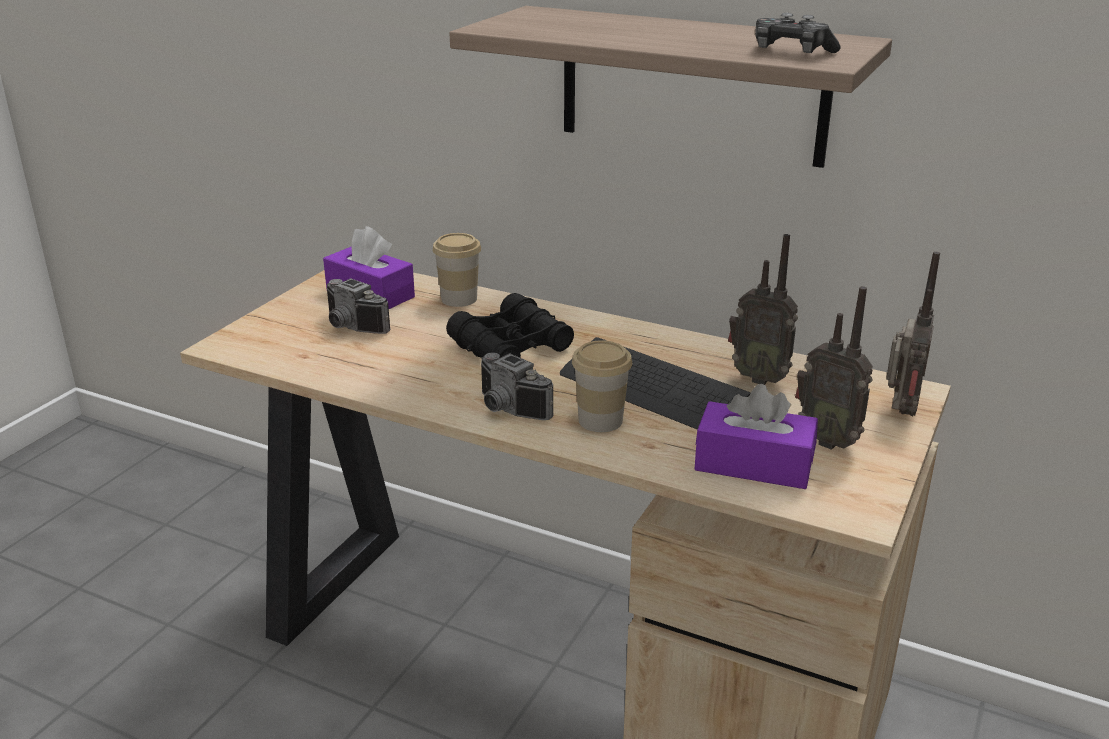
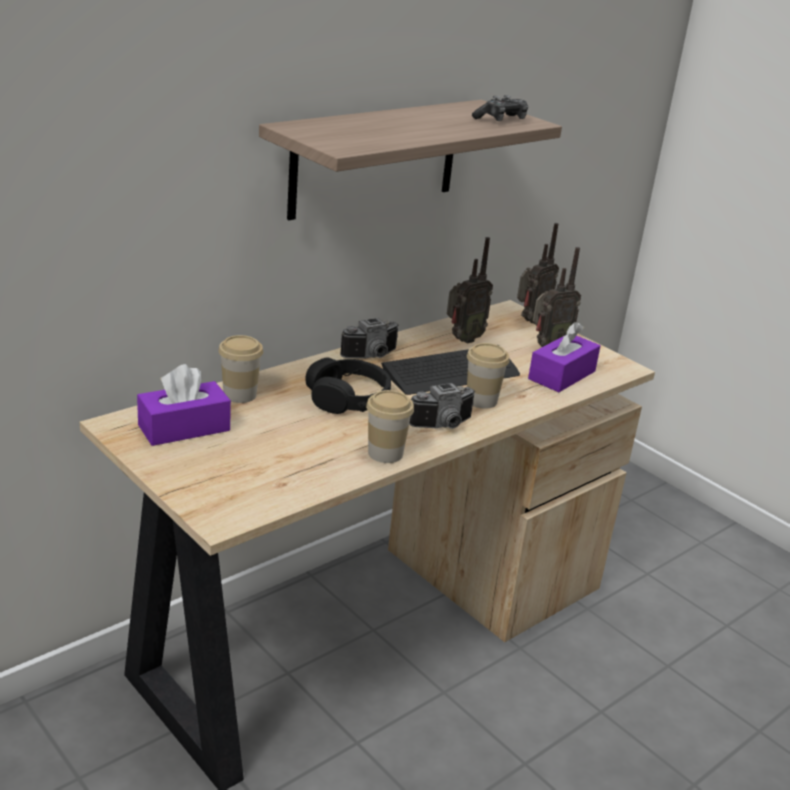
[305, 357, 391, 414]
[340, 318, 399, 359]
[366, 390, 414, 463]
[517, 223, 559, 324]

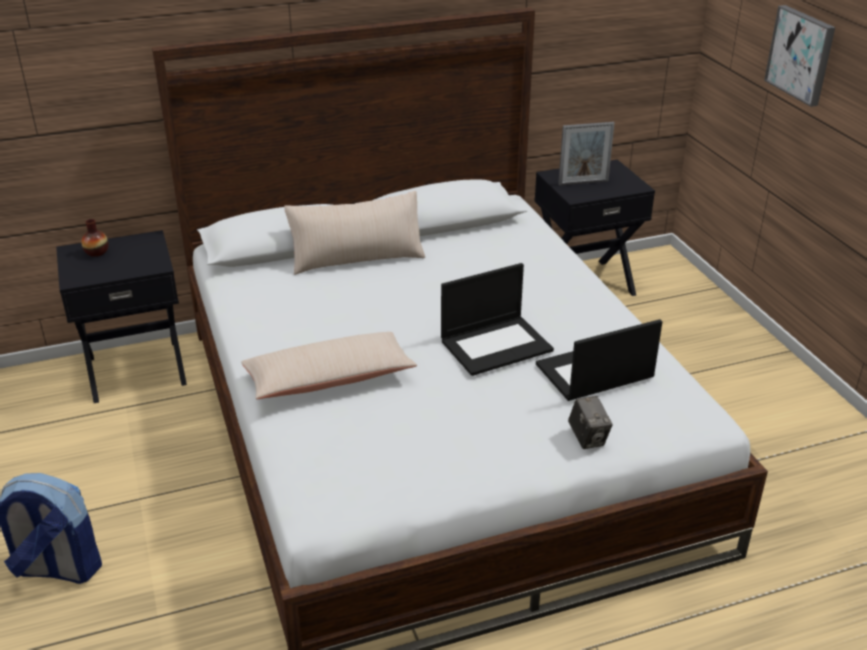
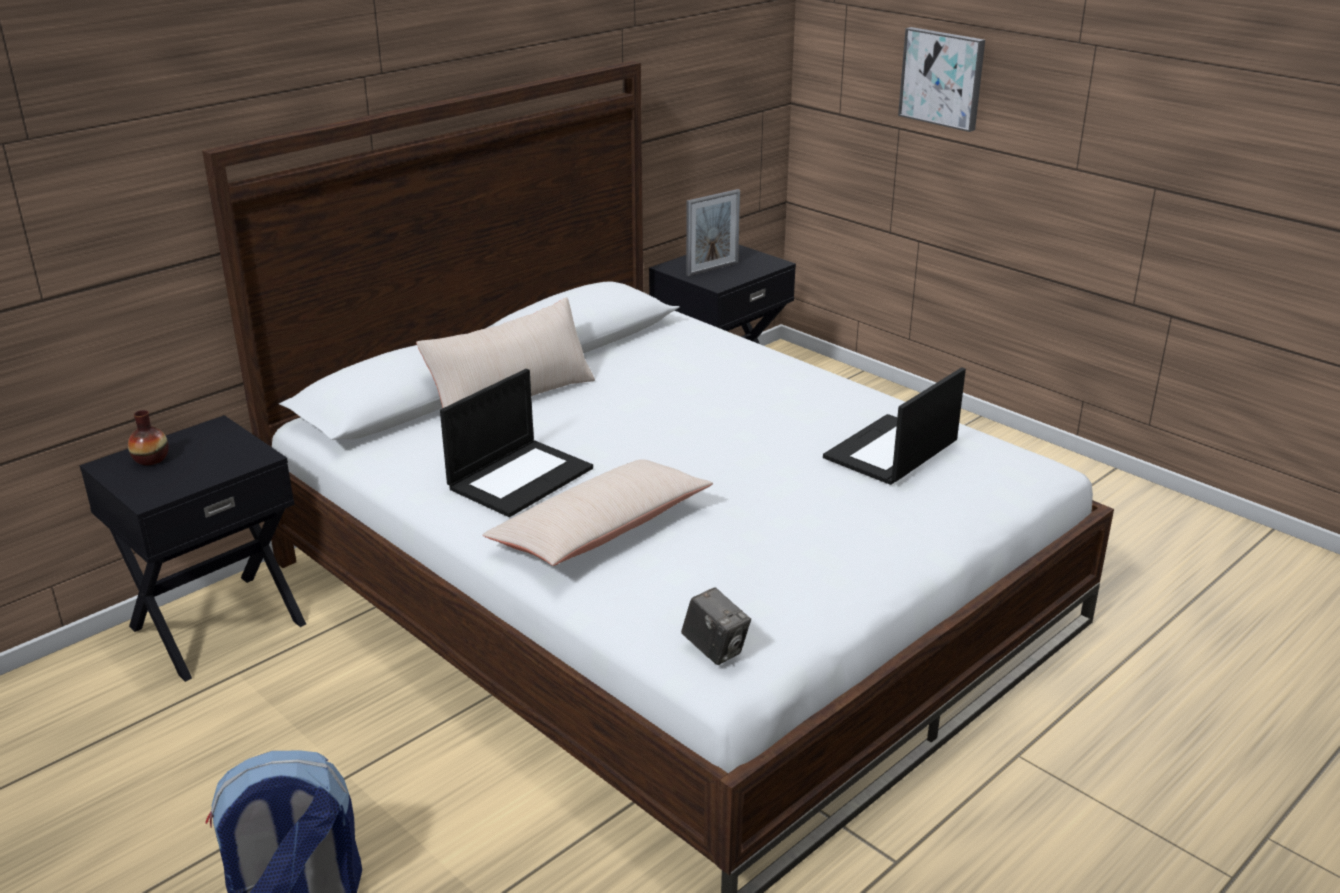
[440, 369, 593, 517]
[681, 587, 751, 665]

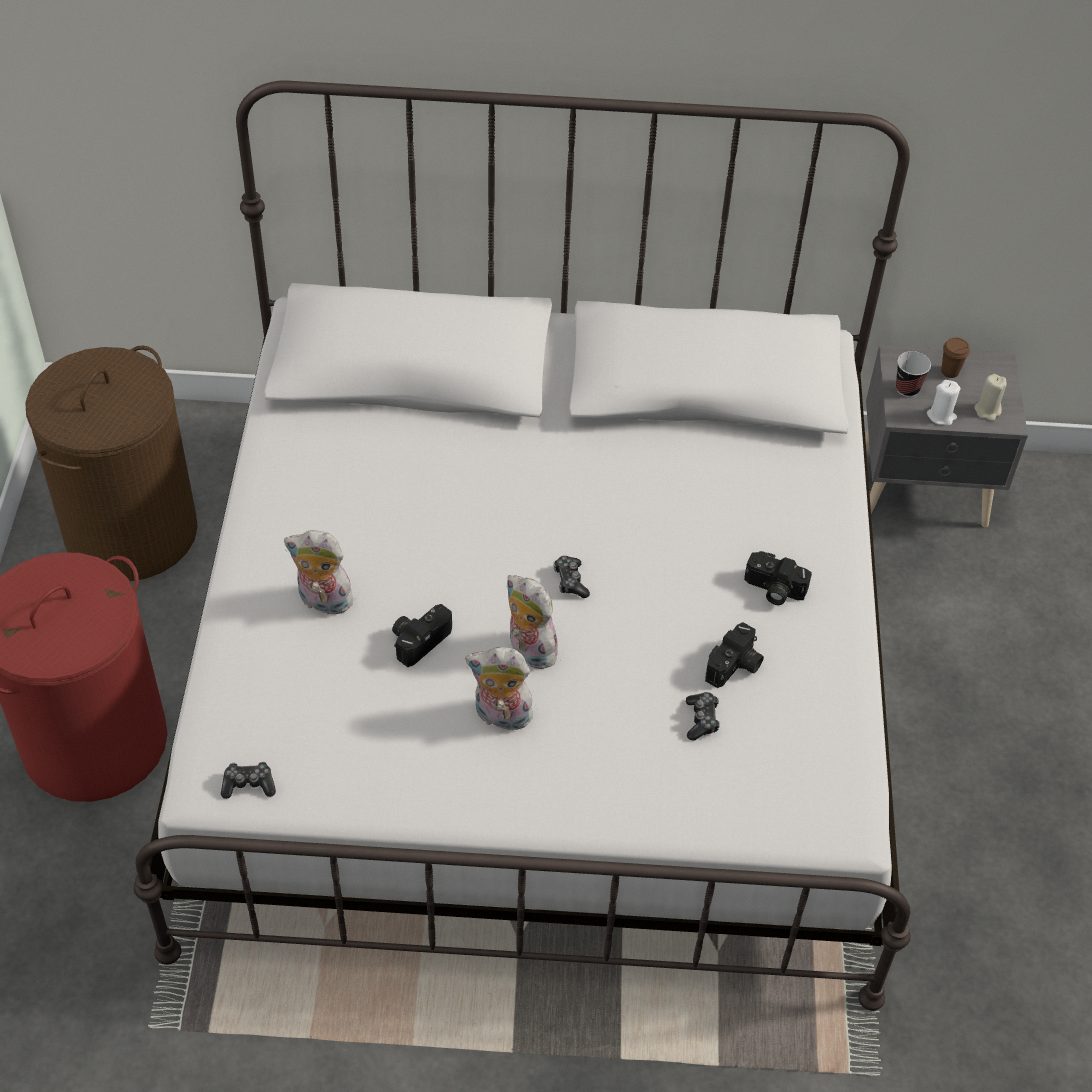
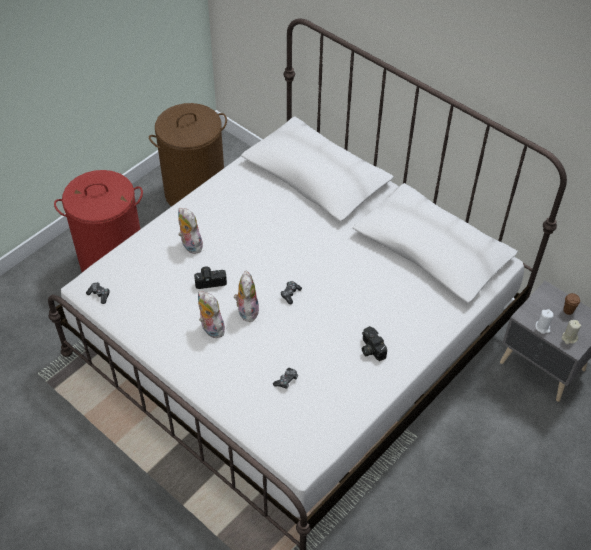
[705, 622, 764, 688] (first image)
[896, 351, 931, 397] (first image)

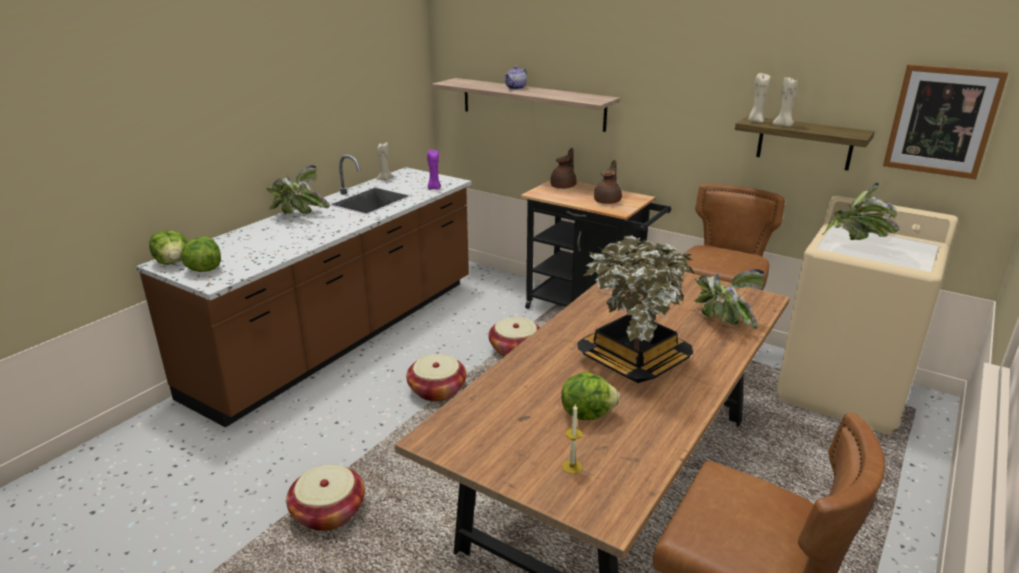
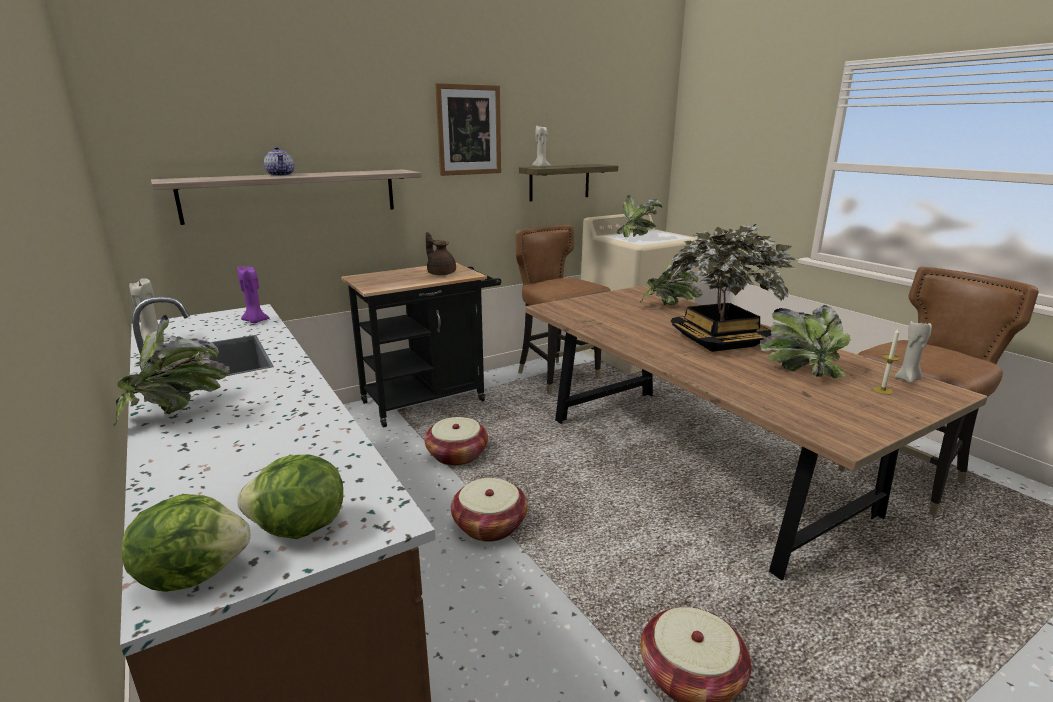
[435, 83, 501, 176]
[760, 305, 851, 378]
[895, 321, 932, 383]
[550, 148, 577, 189] (first image)

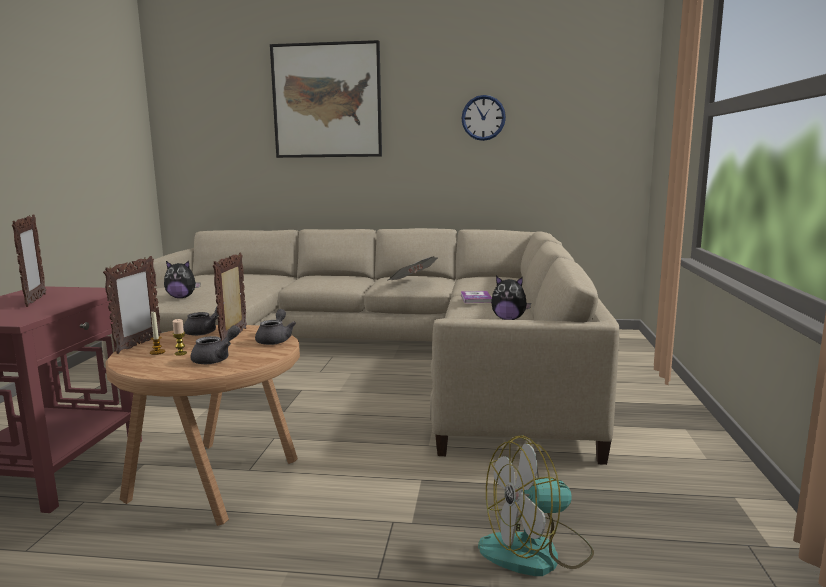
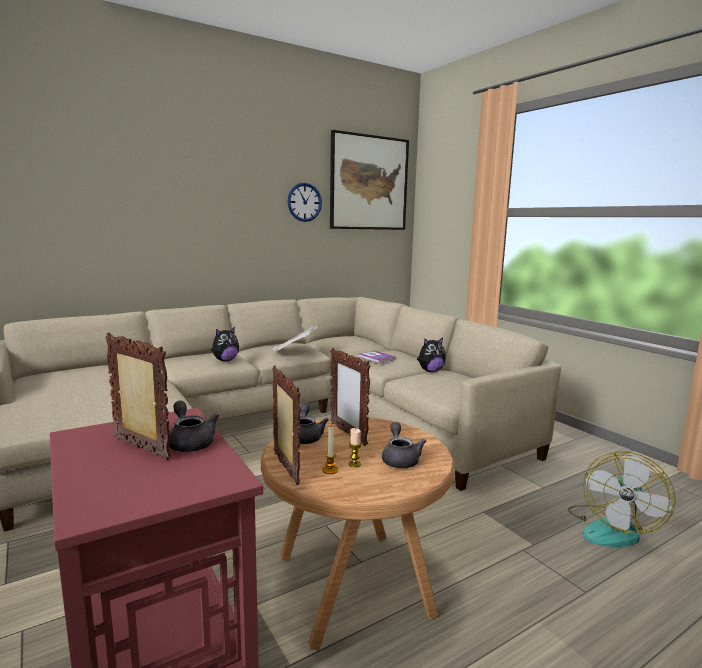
[169, 401, 219, 452]
[211, 327, 239, 361]
[330, 130, 409, 230]

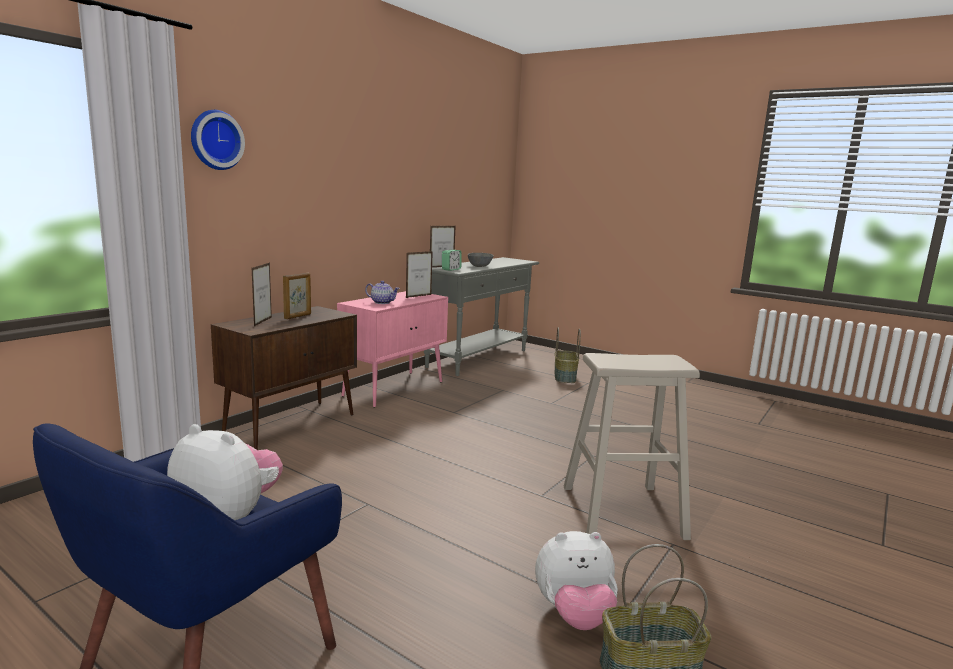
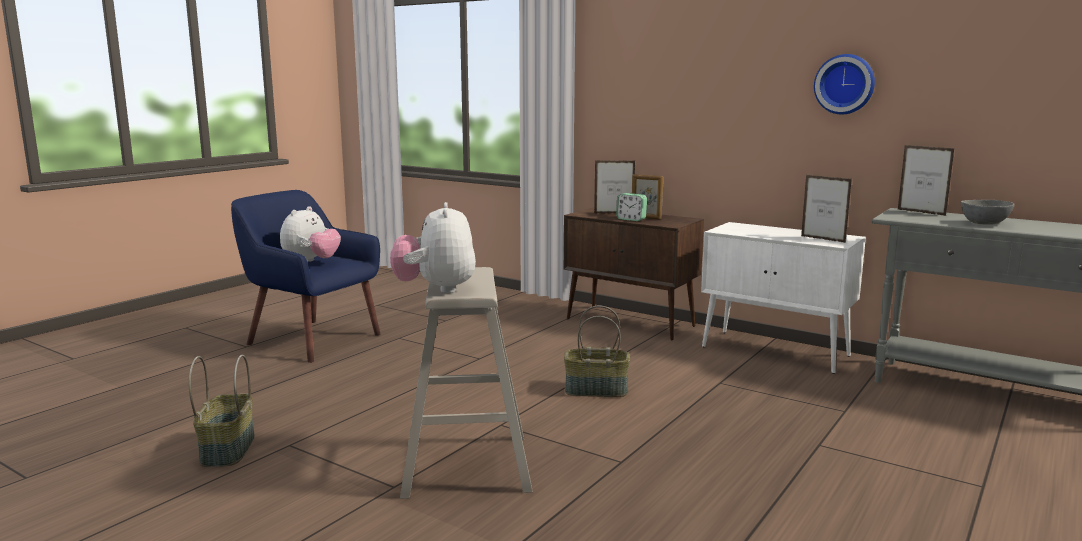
[390, 202, 476, 293]
[564, 306, 630, 397]
[616, 193, 647, 221]
[701, 222, 866, 374]
[814, 54, 875, 114]
[365, 281, 400, 304] (first image)

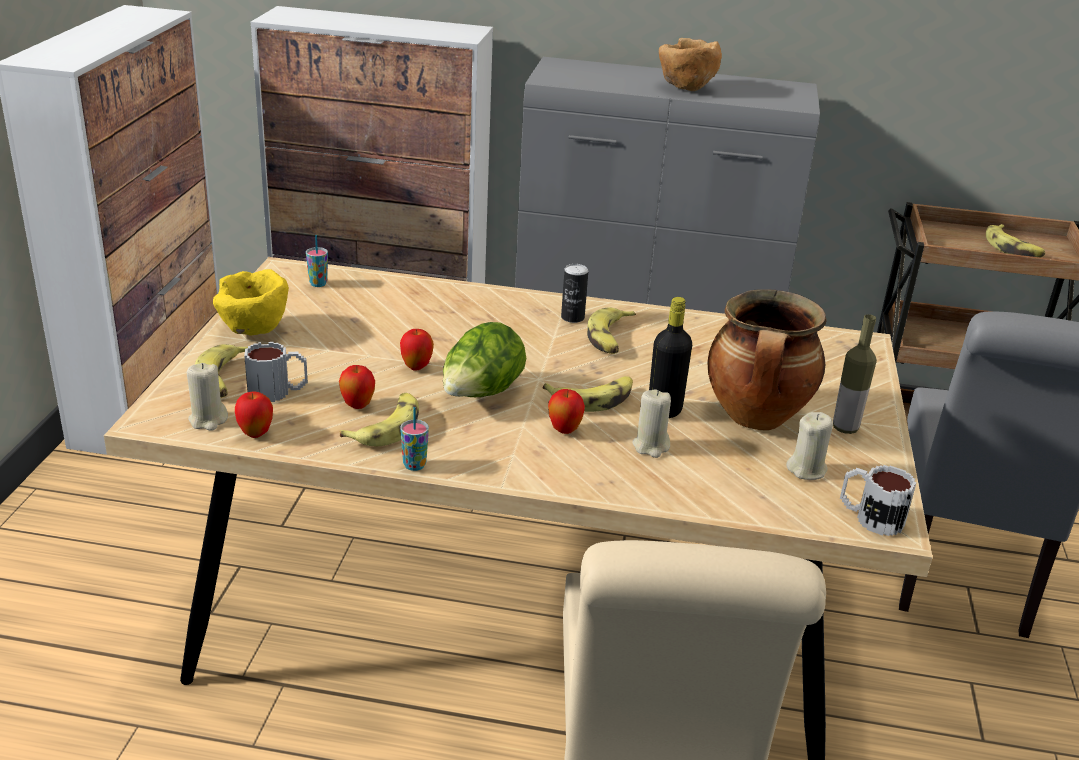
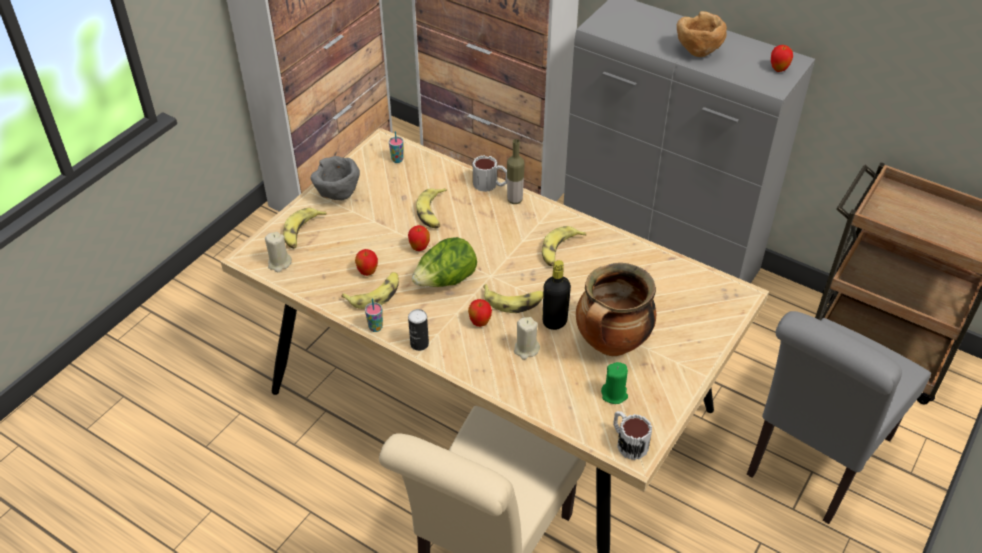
[310, 156, 360, 200]
[408, 309, 429, 351]
[416, 188, 447, 228]
[473, 155, 507, 192]
[507, 139, 525, 204]
[601, 362, 628, 404]
[771, 45, 793, 72]

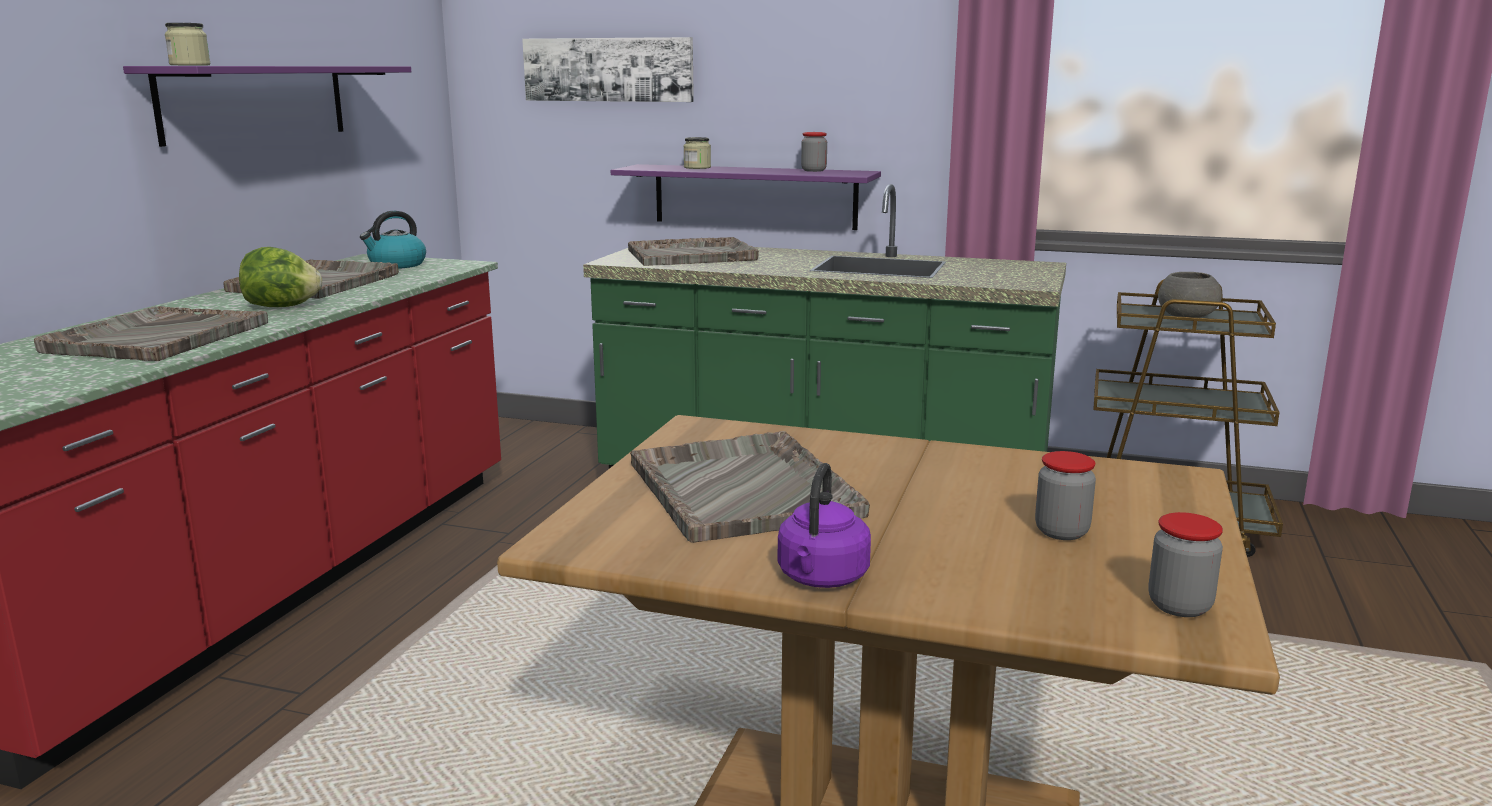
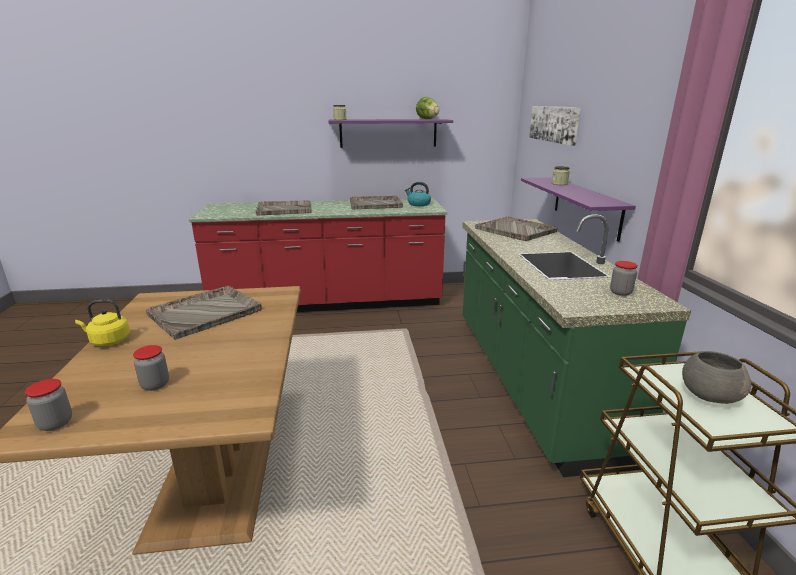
[75, 300, 130, 346]
[416, 97, 439, 119]
[610, 261, 638, 296]

